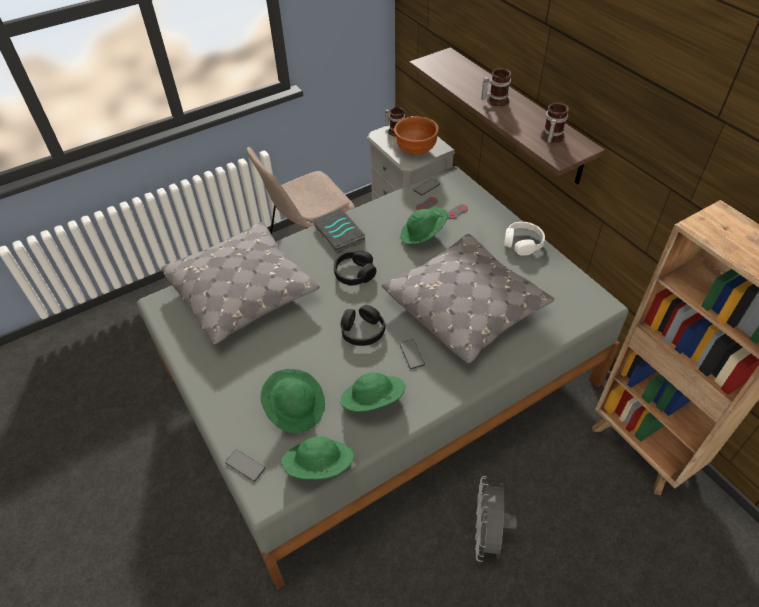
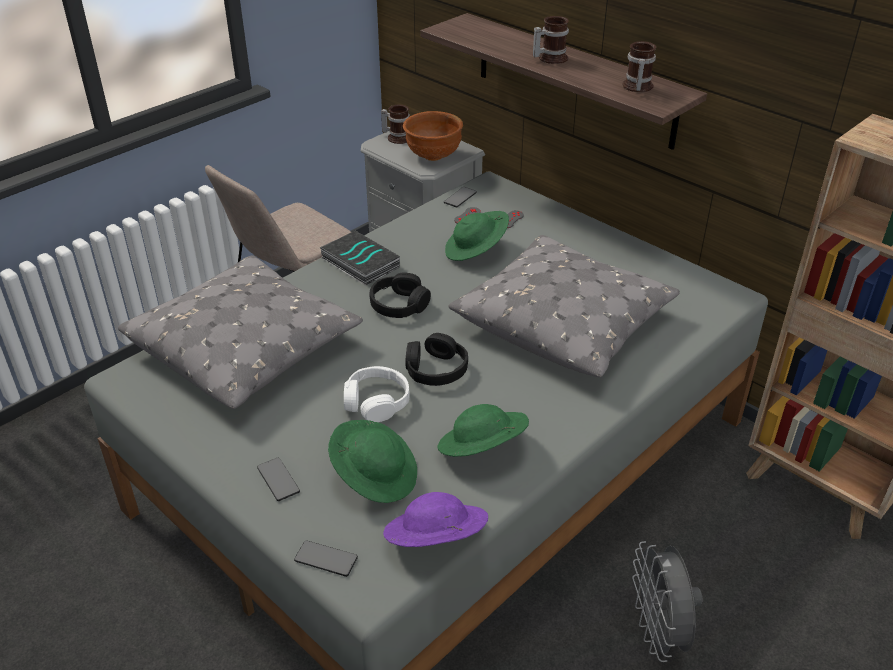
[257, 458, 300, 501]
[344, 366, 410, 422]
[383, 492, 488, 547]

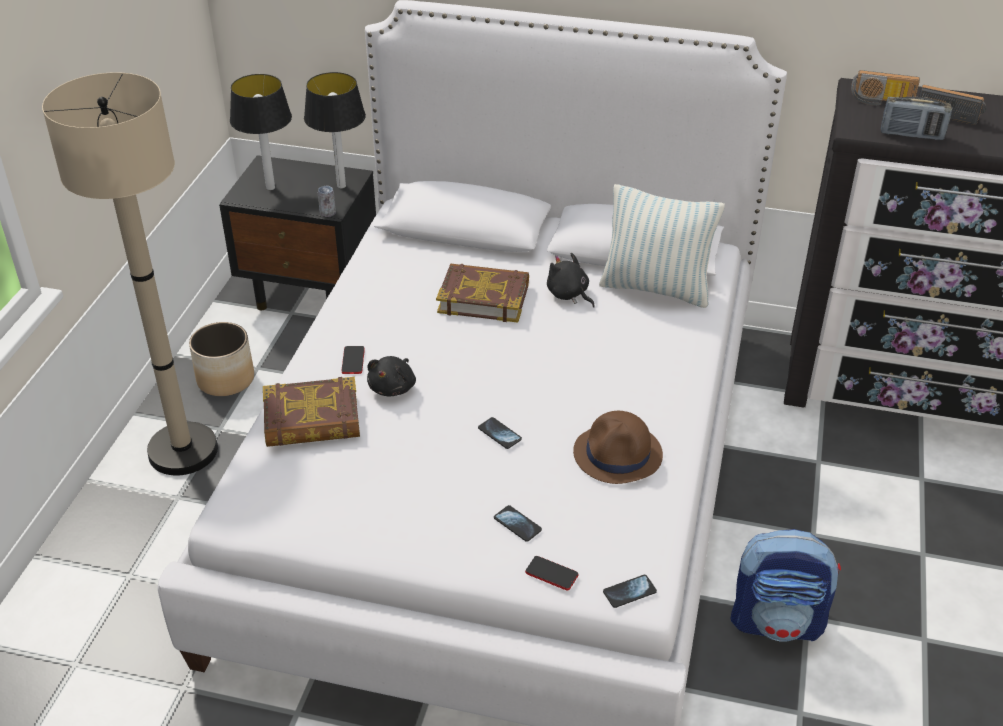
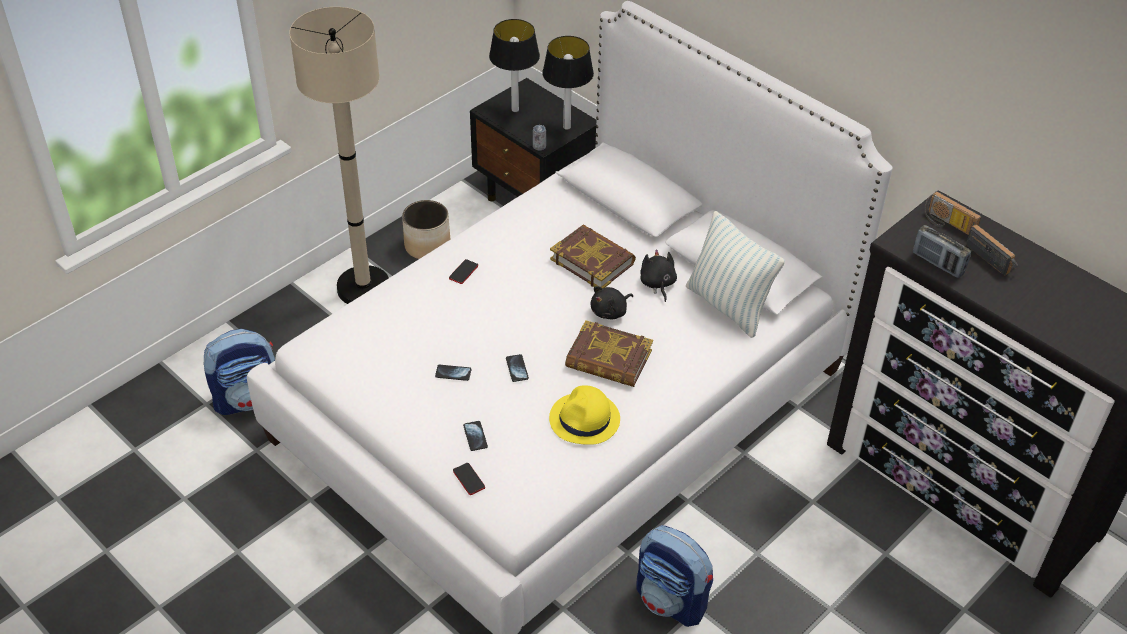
[203, 329, 275, 415]
[435, 365, 471, 381]
[549, 385, 620, 445]
[565, 320, 653, 387]
[590, 286, 633, 319]

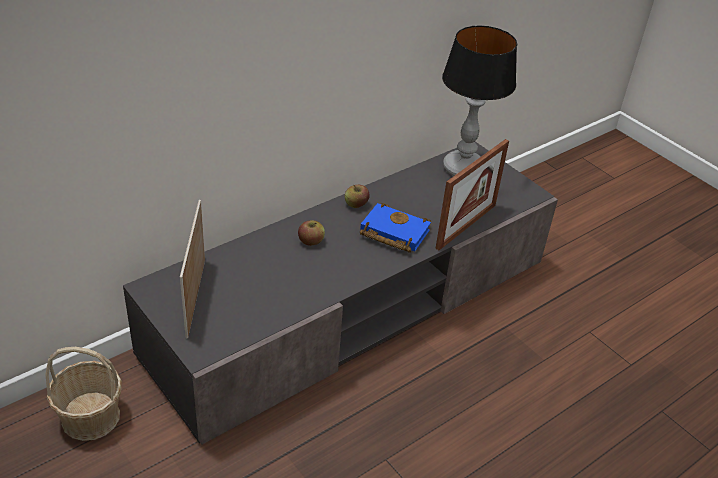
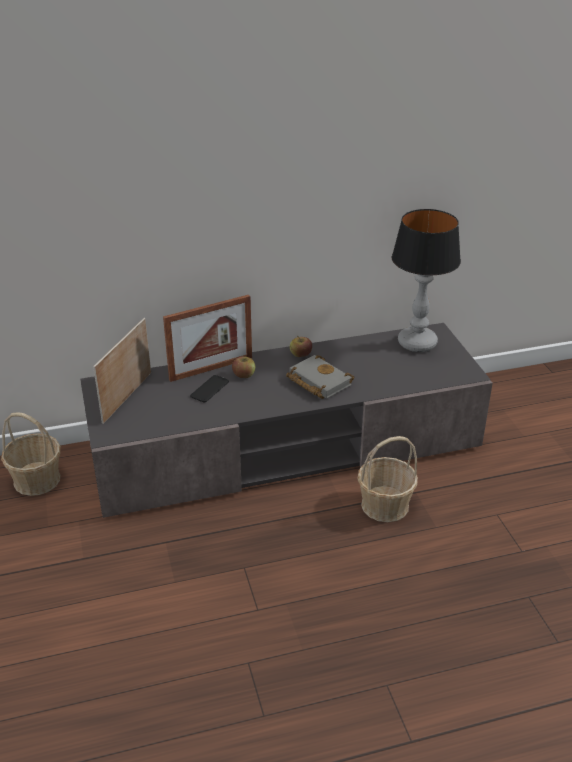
[163, 295, 252, 382]
[190, 375, 229, 403]
[286, 355, 354, 399]
[357, 436, 418, 522]

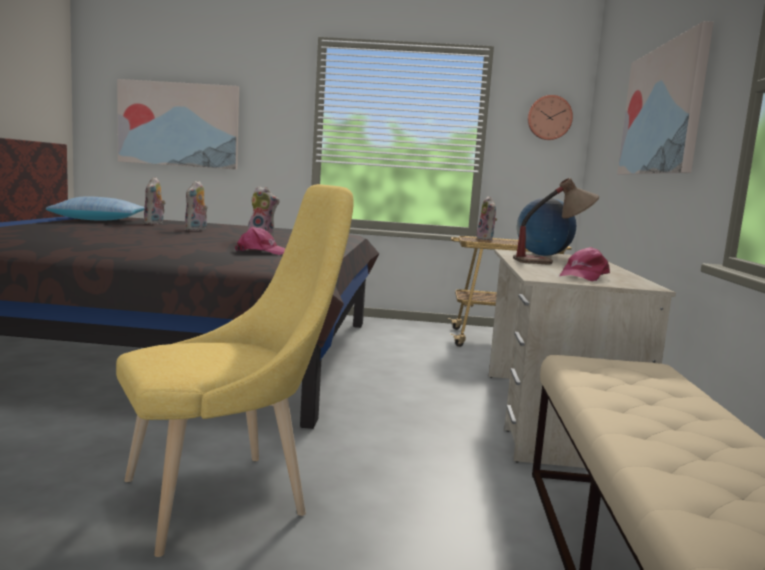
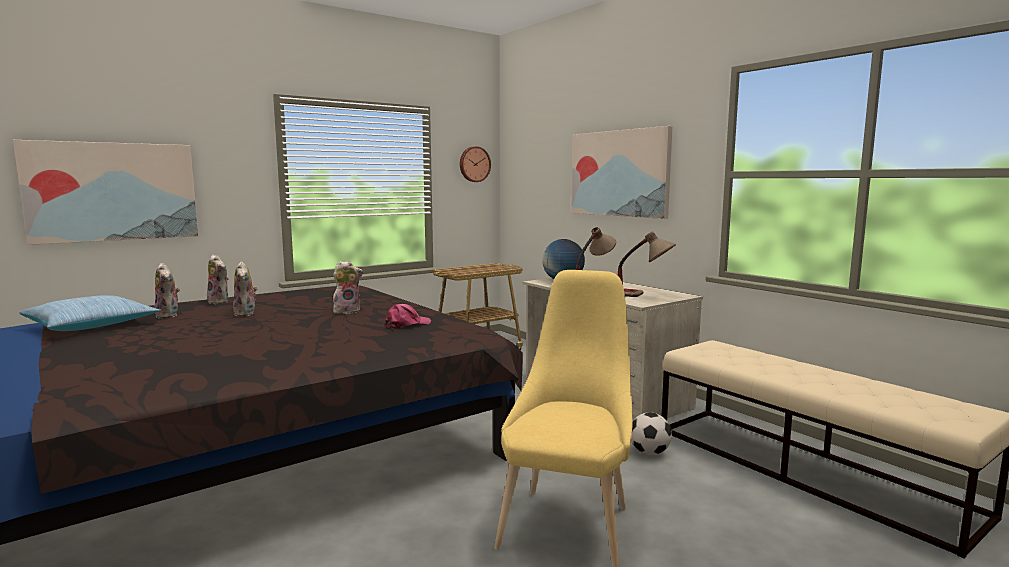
[207, 255, 229, 304]
[618, 231, 676, 297]
[631, 412, 672, 455]

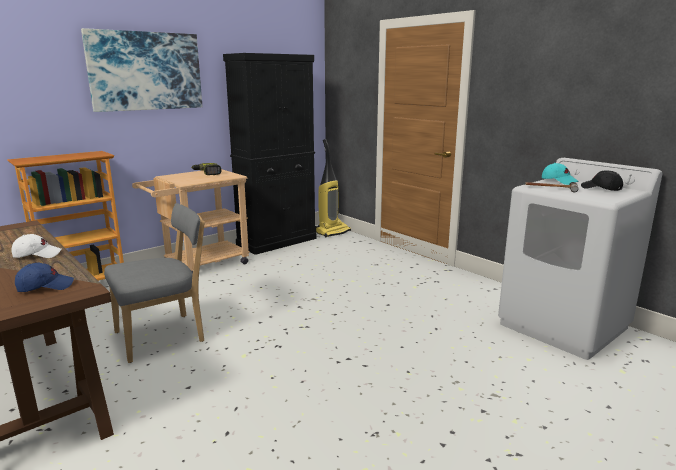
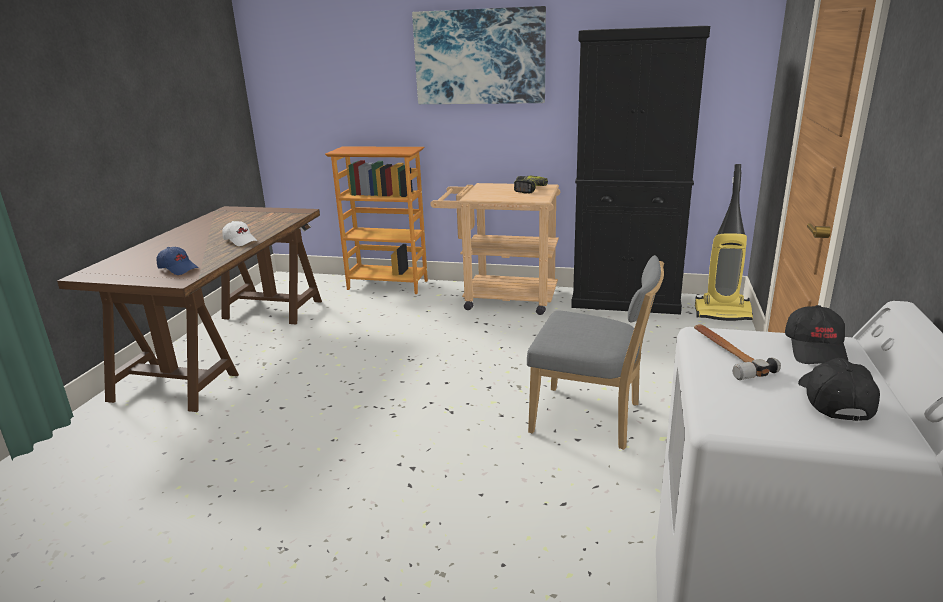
[527, 255, 664, 450]
[785, 305, 848, 364]

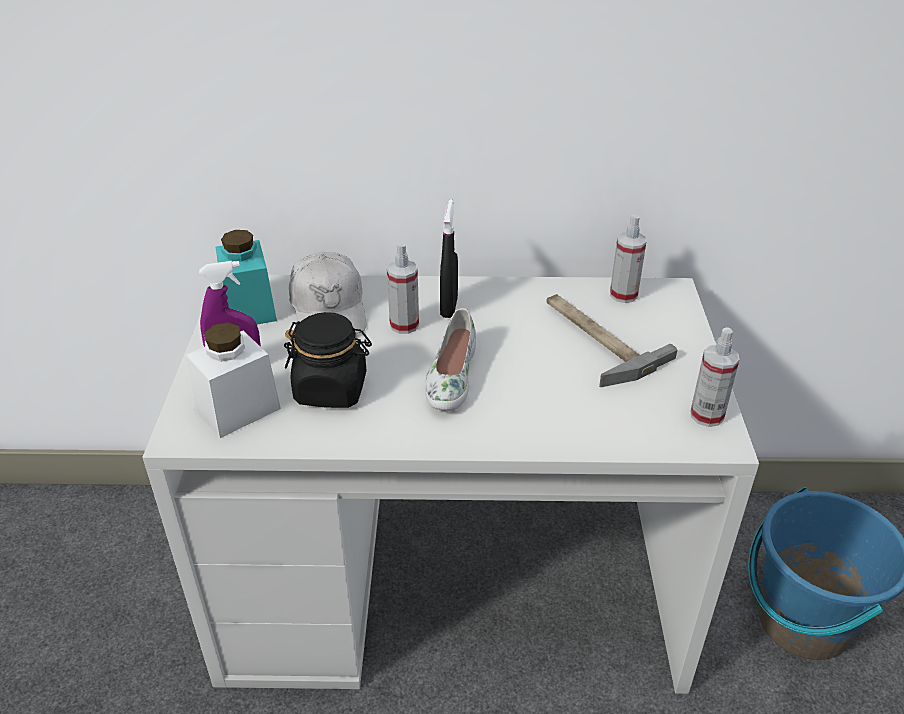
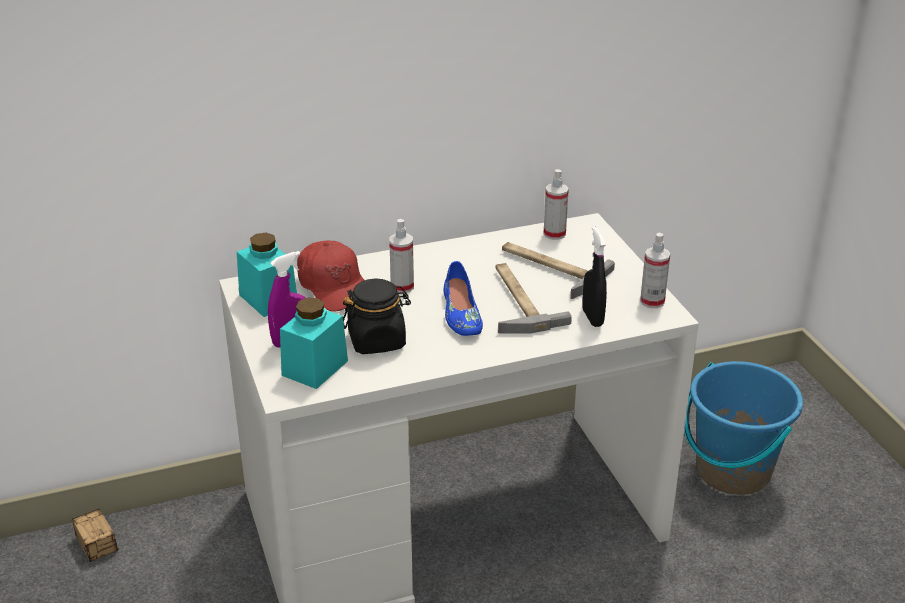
[71, 509, 119, 562]
[280, 297, 348, 389]
[297, 240, 364, 312]
[444, 261, 483, 336]
[495, 263, 572, 334]
[582, 226, 607, 327]

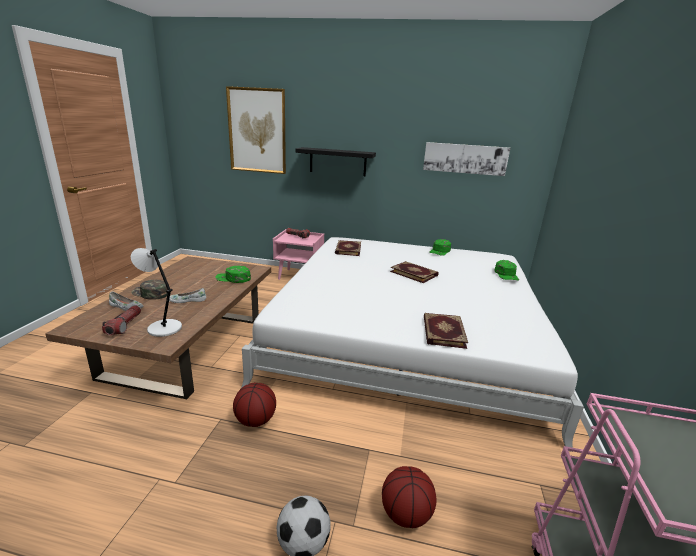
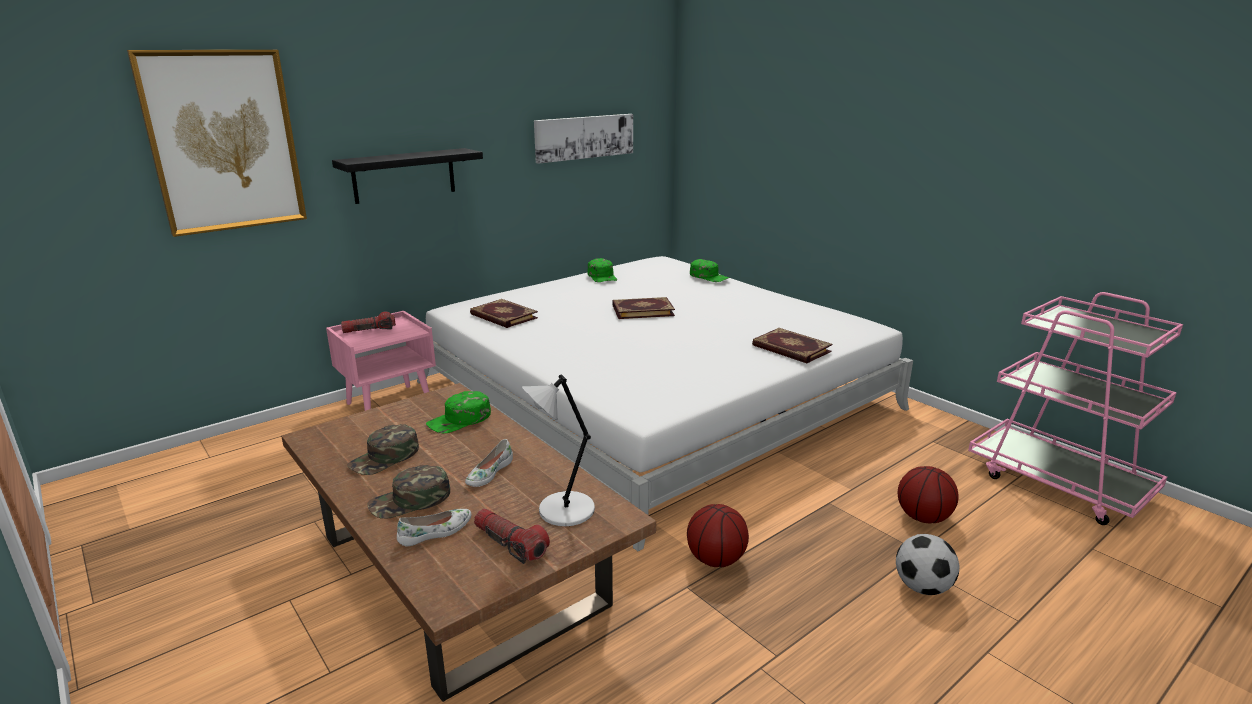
[347, 424, 419, 475]

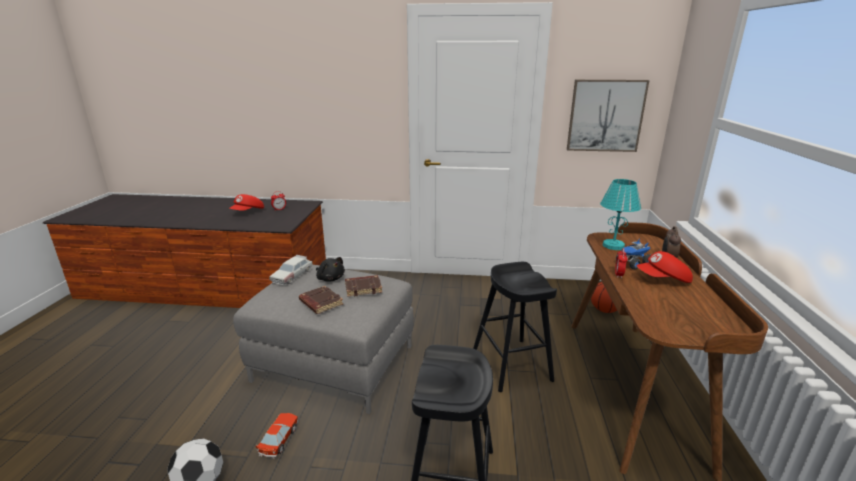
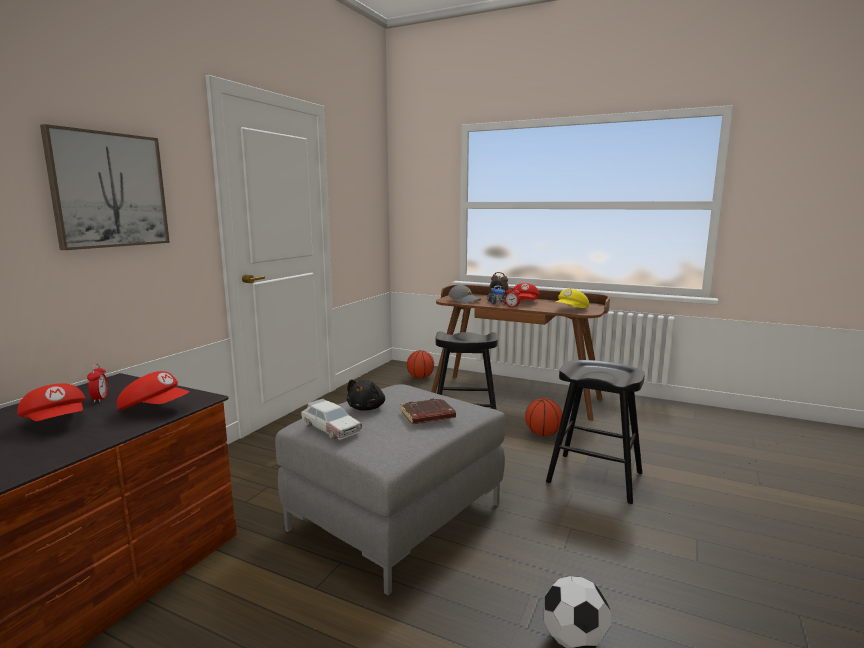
[40, 124, 170, 250]
[117, 371, 190, 410]
[347, 379, 385, 411]
[448, 285, 481, 304]
[525, 398, 563, 436]
[555, 289, 589, 308]
[255, 413, 298, 459] (first image)
[345, 275, 382, 297] (first image)

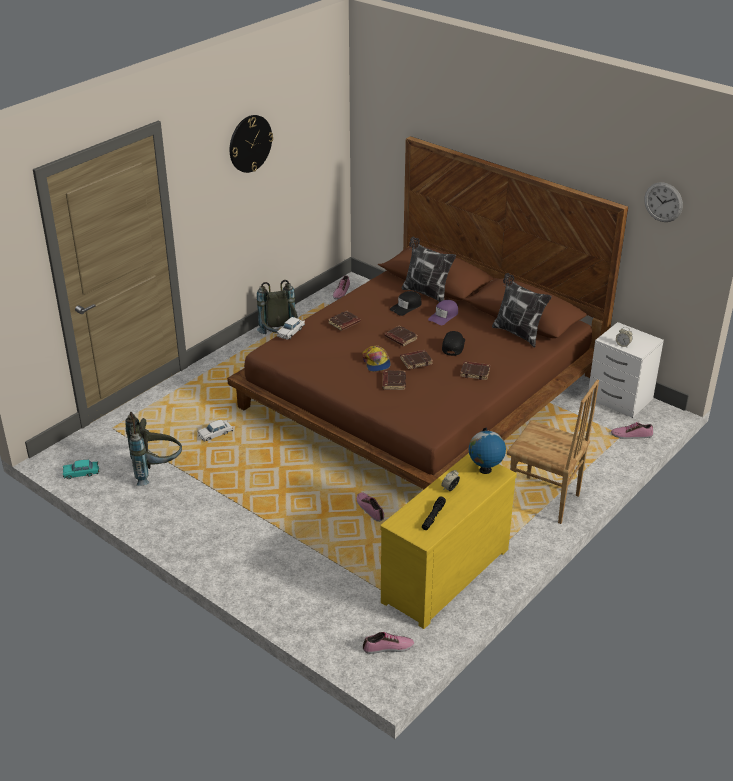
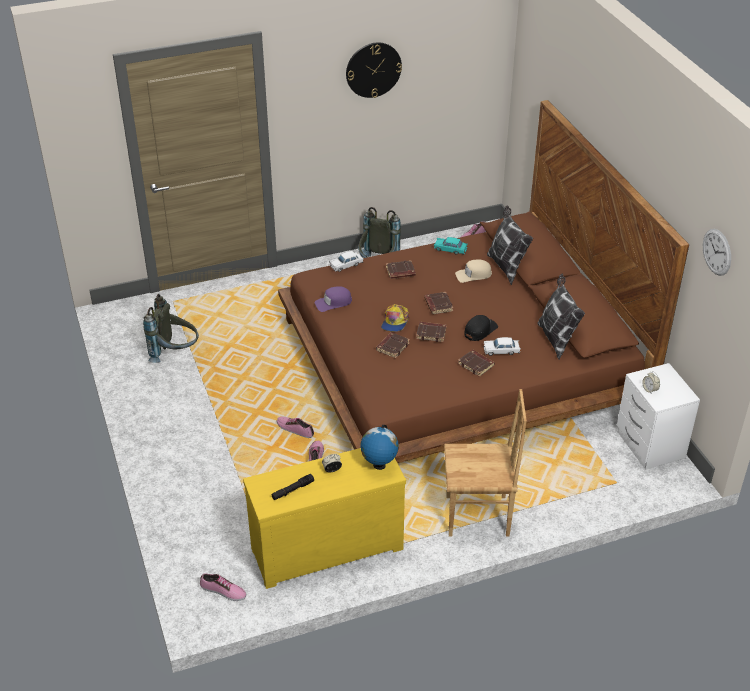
[277, 417, 314, 438]
[315, 286, 352, 312]
[434, 237, 468, 255]
[444, 389, 527, 537]
[455, 259, 492, 283]
[483, 337, 521, 356]

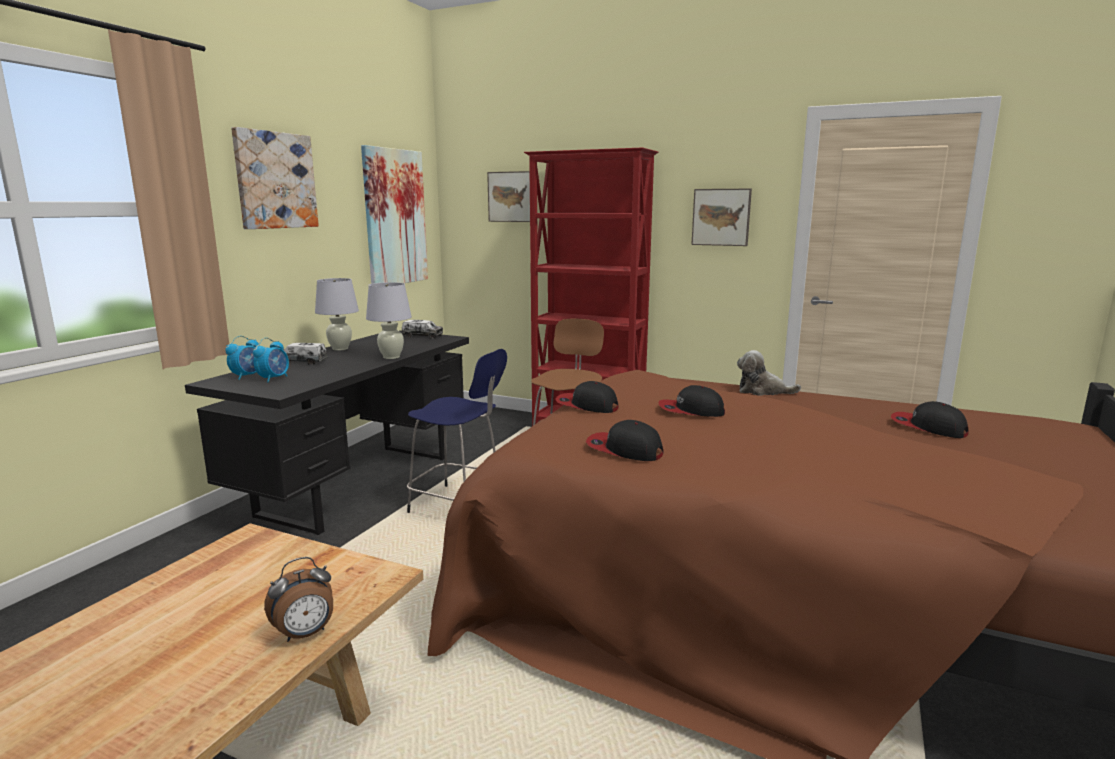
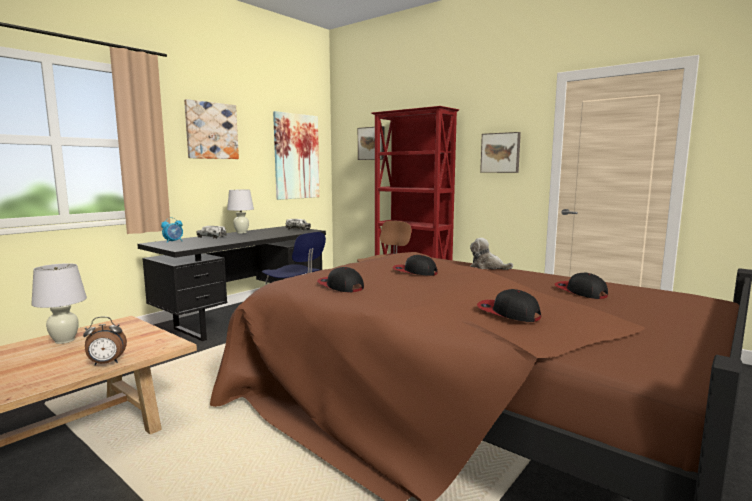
[31, 263, 87, 344]
[477, 289, 541, 322]
[253, 338, 289, 383] (first image)

